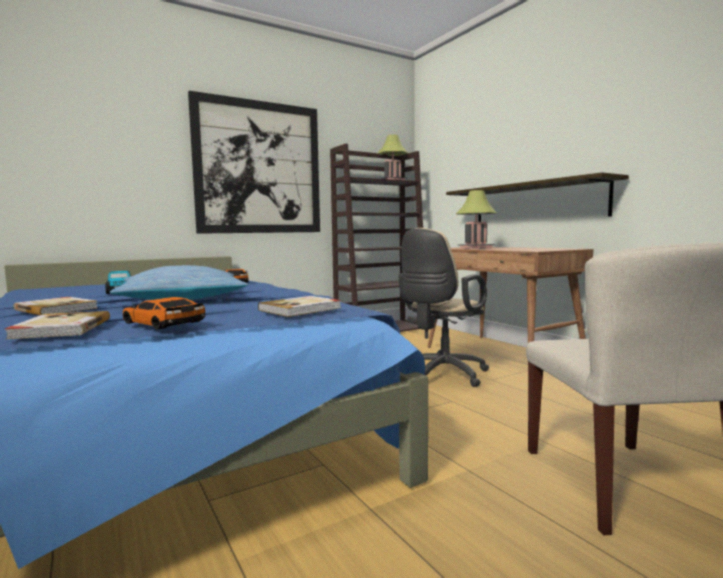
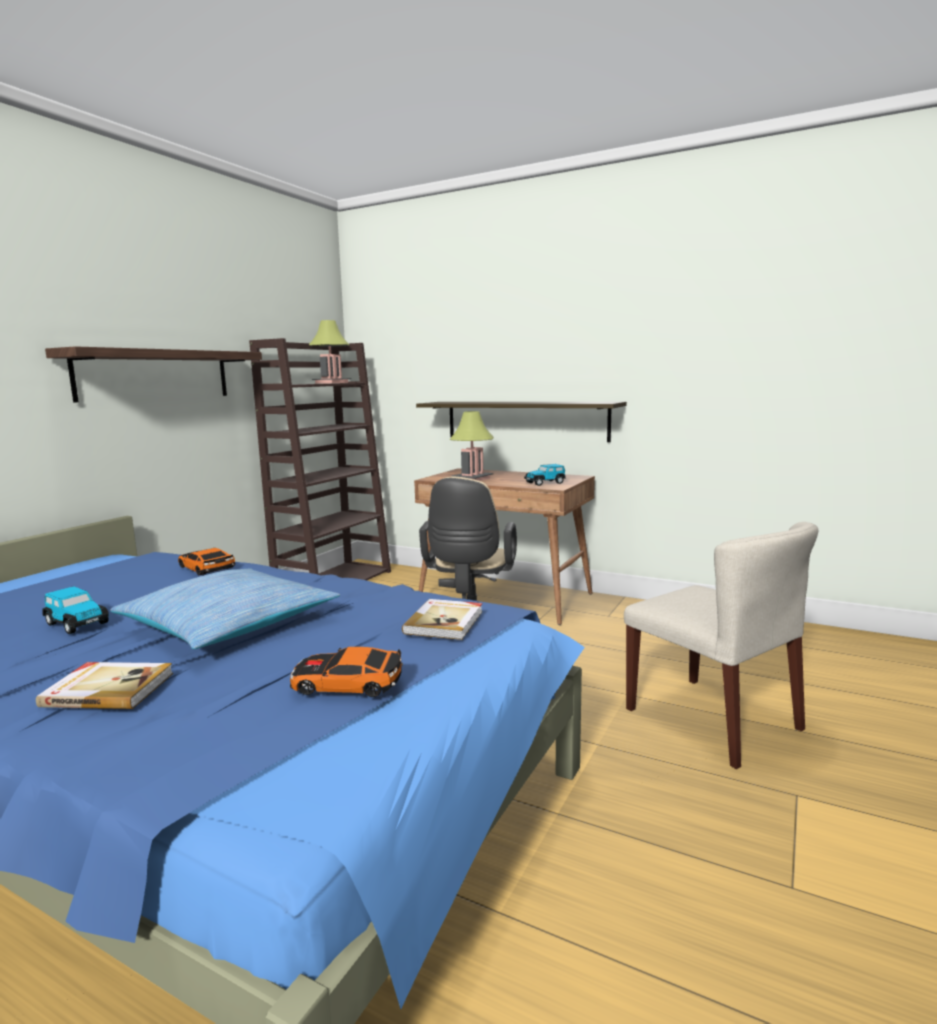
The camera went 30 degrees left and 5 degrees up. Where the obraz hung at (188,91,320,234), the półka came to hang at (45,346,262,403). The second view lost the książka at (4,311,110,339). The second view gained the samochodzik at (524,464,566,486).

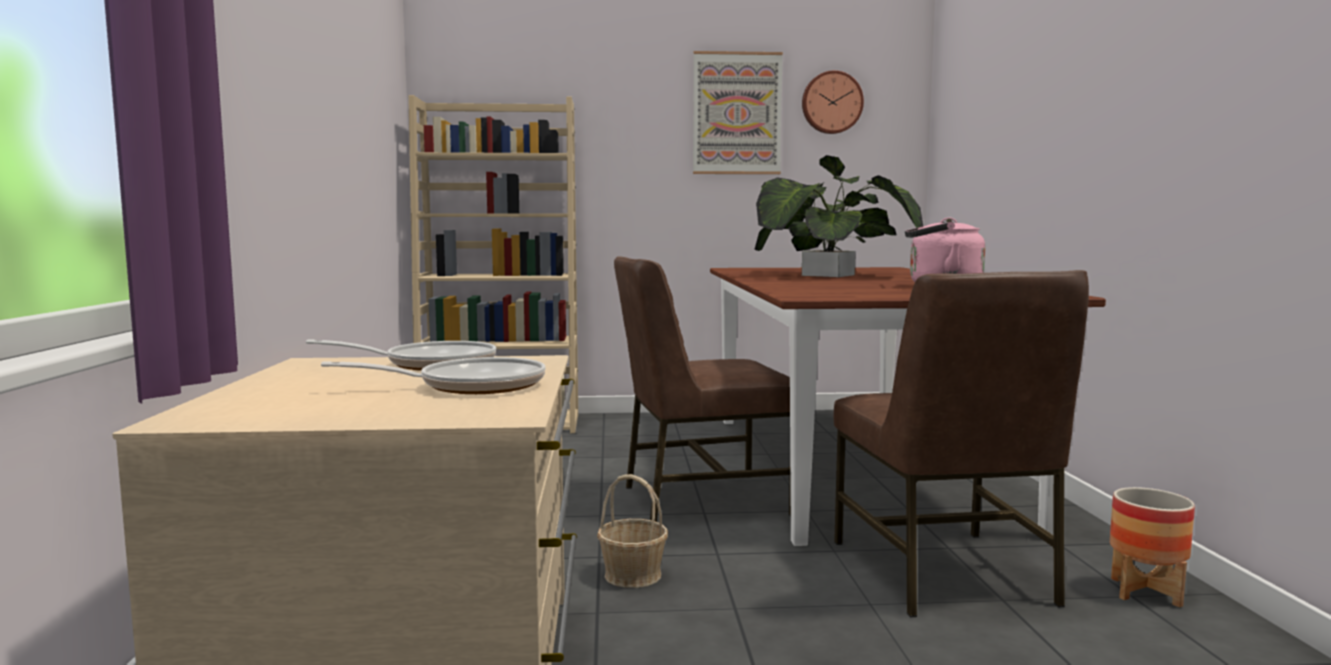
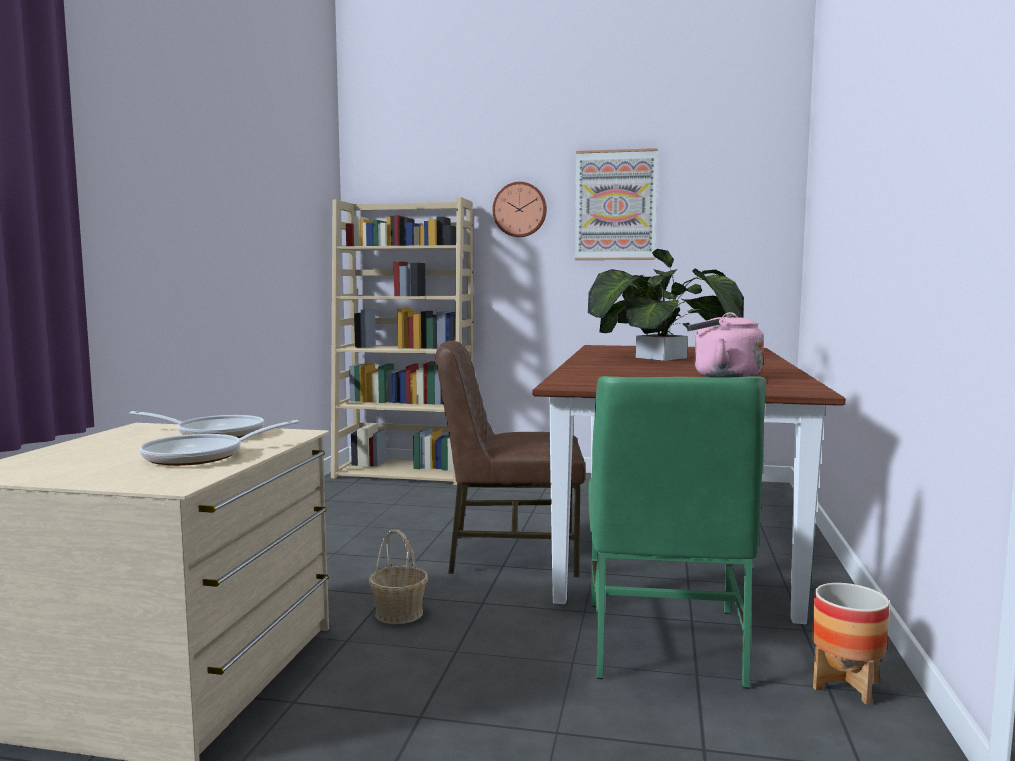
The camera went 15 degrees right and 0 degrees up. The zegar ścienny ended up elsewhere, having gone from (802,70,864,134) to (492,182,547,237). What was the krzesło (brązowy) at (834,270,1089,617) turned into the krzesło (zielony) at (588,376,766,689). The patelnia at (321,357,545,394) ended up facing another way, 135 degrees clockwise from before.

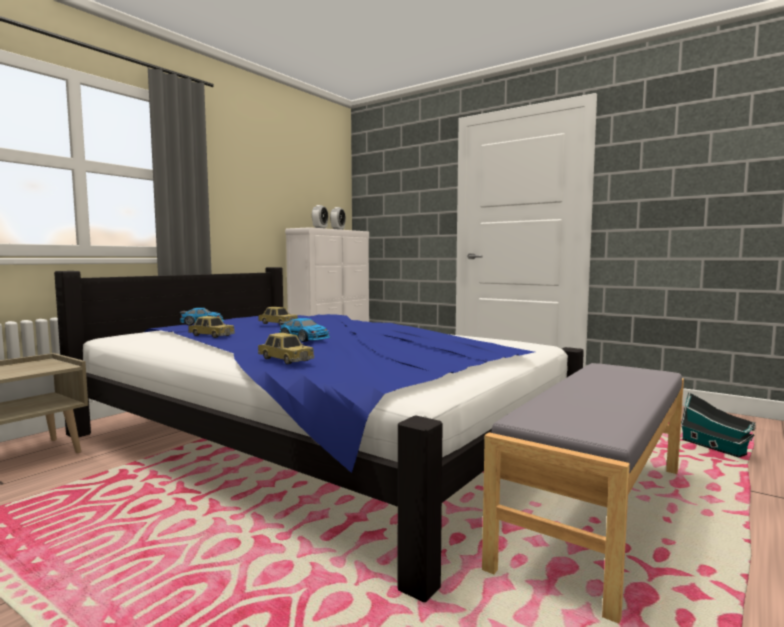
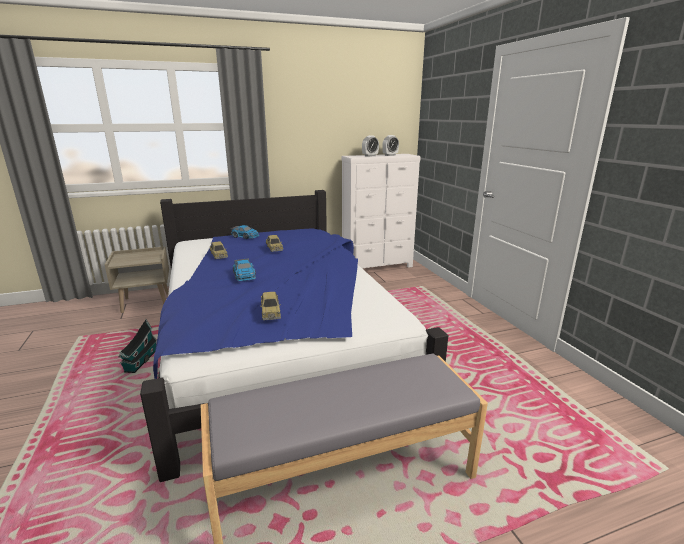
The camera went 35 degrees right and 15 degrees up. The samochodzik ended up elsewhere, having gone from (258,333,314,364) to (260,292,281,320). The domek ended up elsewhere, having gone from (681,392,756,458) to (118,319,157,373).

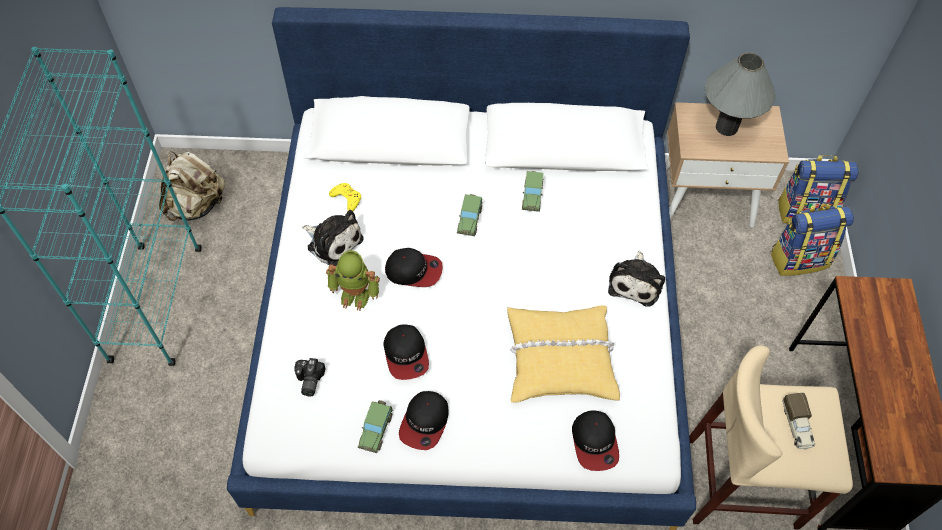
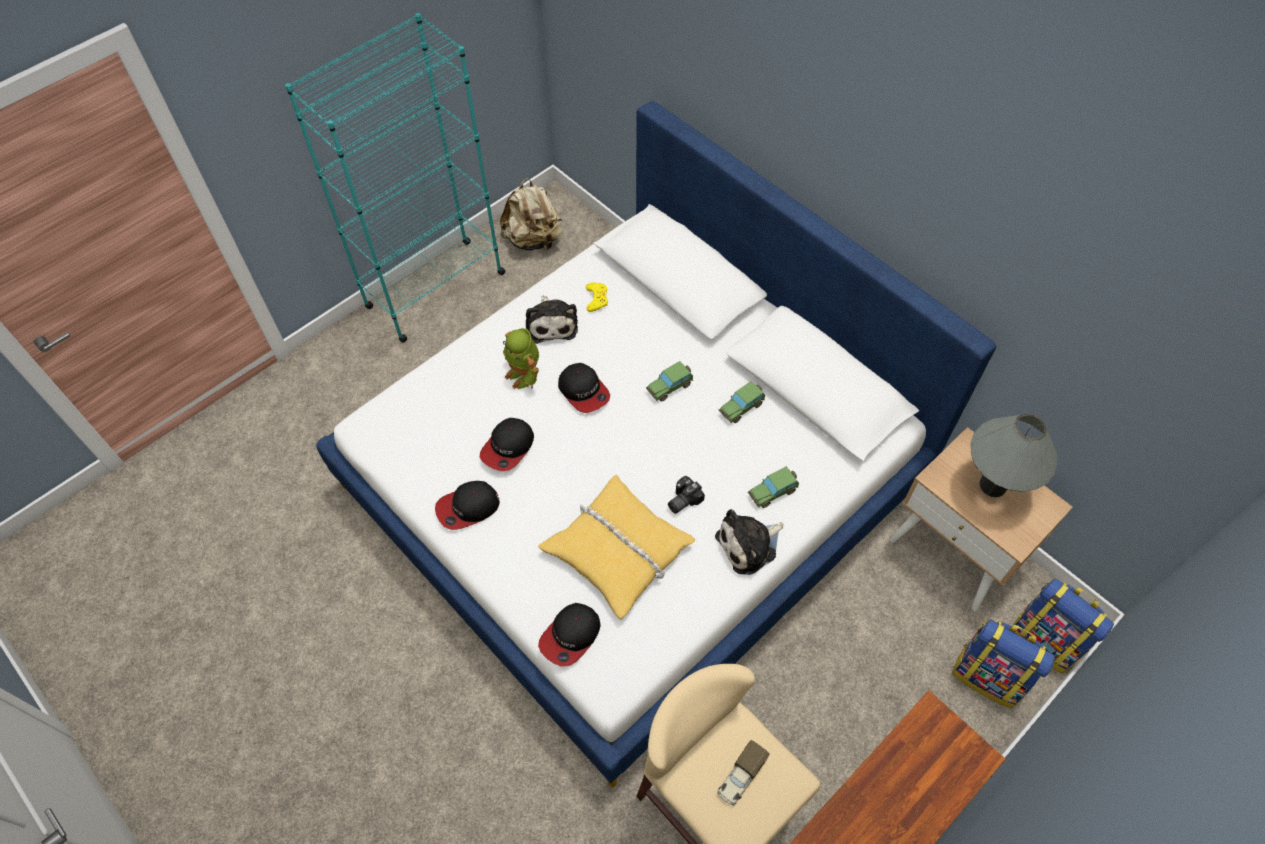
The camera went 45 degrees right and 0 degrees up. The aparat fotograficzny ended up elsewhere, having gone from (294,358,326,396) to (668,476,705,514). The samochodzik ended up elsewhere, having gone from (358,400,393,453) to (748,466,799,508).

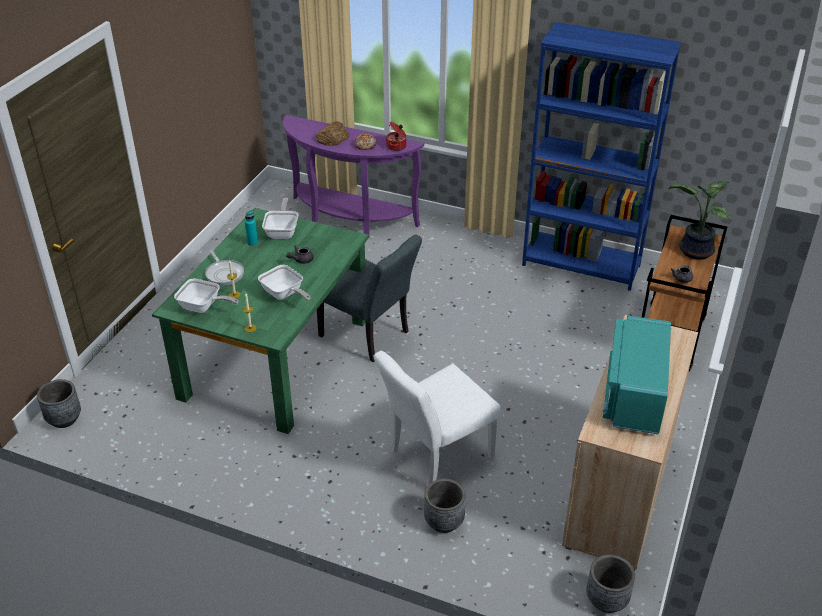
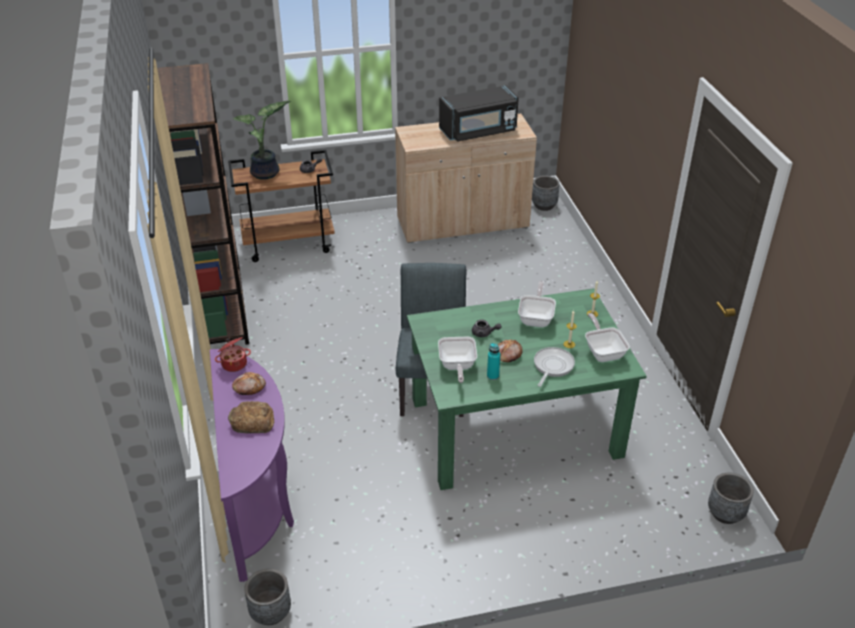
The camera went 125 degrees left and 0 degrees up. What was the regał (niebieski) at (522,22,682,291) turned into the regał (brązowy) at (157,63,249,345). The patelnia at (262,198,298,239) ended up facing another way, 60 degrees counterclockwise from before. What was the mikrofalówka (turkusowy) at (603,315,671,435) turned into the mikrofalówka (czarny) at (439,85,519,142). The second view lost the krzesło (biały) at (374,351,501,484). The donica (szary) ended up elsewhere, having gone from (424,479,466,533) to (244,569,291,625). The second view gained the chleb at (498,340,522,362).

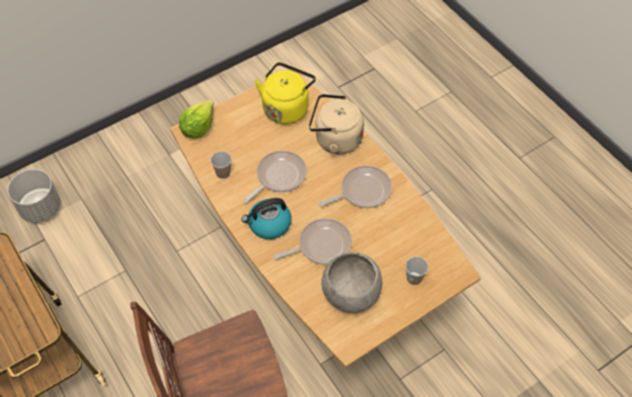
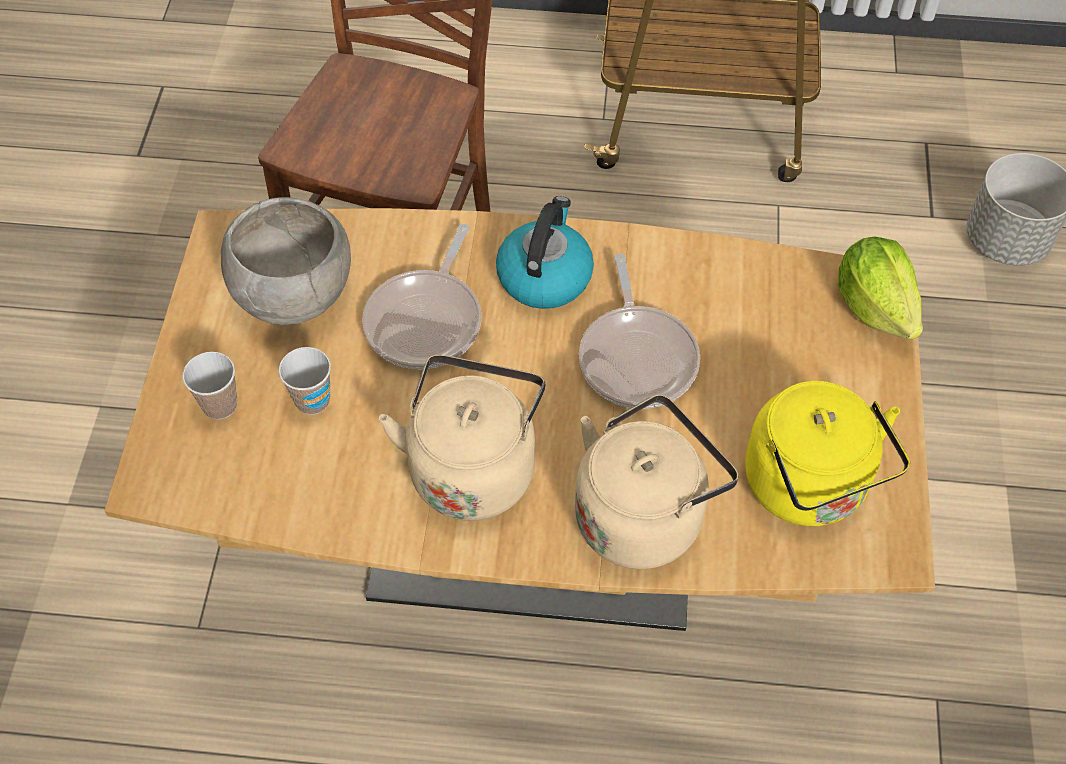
The camera went 130 degrees right and 0 degrees up. The filiżanka ended up elsewhere, having gone from (211,151,231,179) to (279,347,331,415). Where the patelnia stood at (319,165,392,208), the czajnik (beżowy) came to stand at (379,354,545,521).

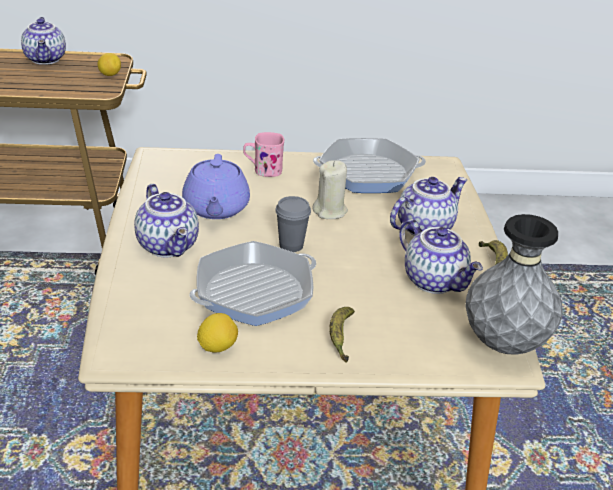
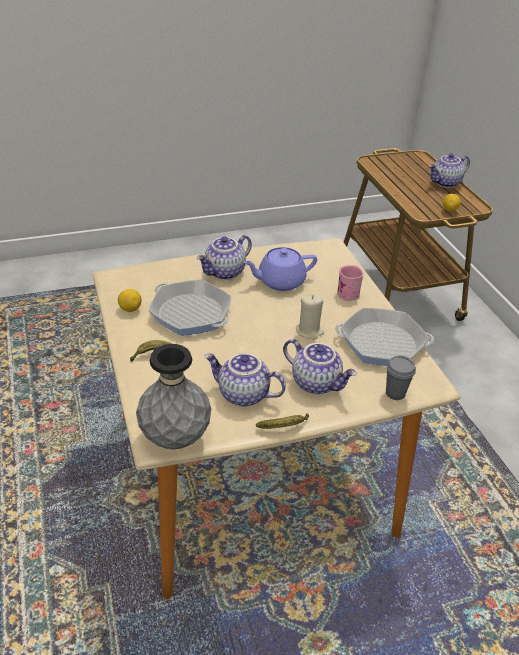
The camera went 75 degrees right and 5 degrees up. The patelnia at (313,138,426,193) ended up facing another way, 120 degrees clockwise from before. The filiżanka (szary) ended up elsewhere, having gone from (275,196,311,252) to (386,356,416,400). The imbryk at (399,219,483,294) ended up facing another way, 75 degrees clockwise from before.

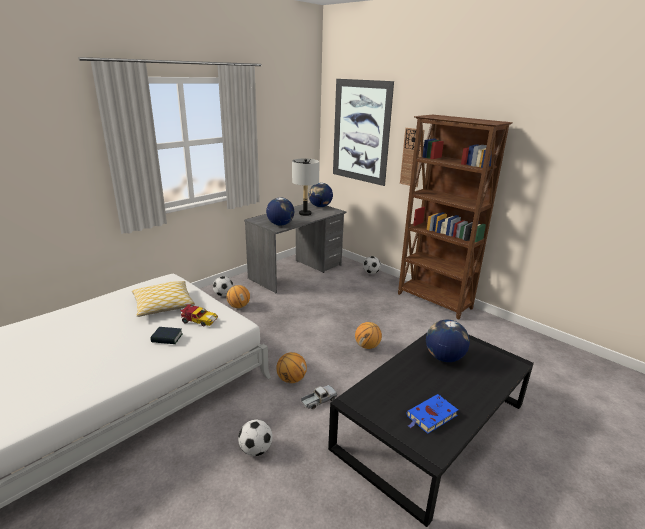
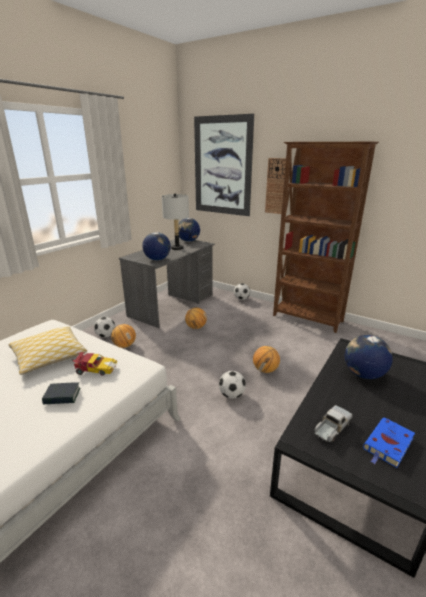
The camera went 10 degrees left and 0 degrees up. The piłka do koszykówki ended up elsewhere, having gone from (276,352,307,383) to (185,307,207,329). The ciężarówka zabawkowa ended up elsewhere, having gone from (301,385,337,409) to (314,405,353,442). The piłka futbolowa ended up elsewhere, having gone from (238,420,273,456) to (219,371,246,399).

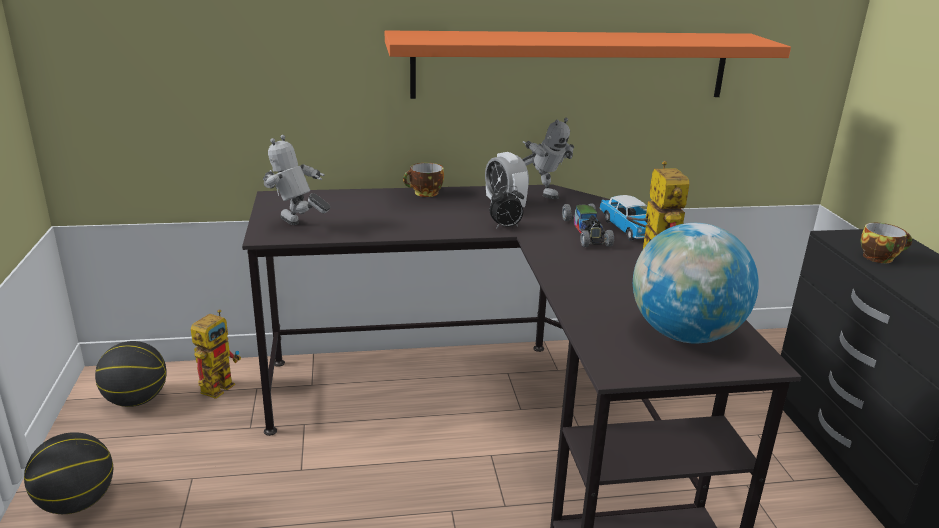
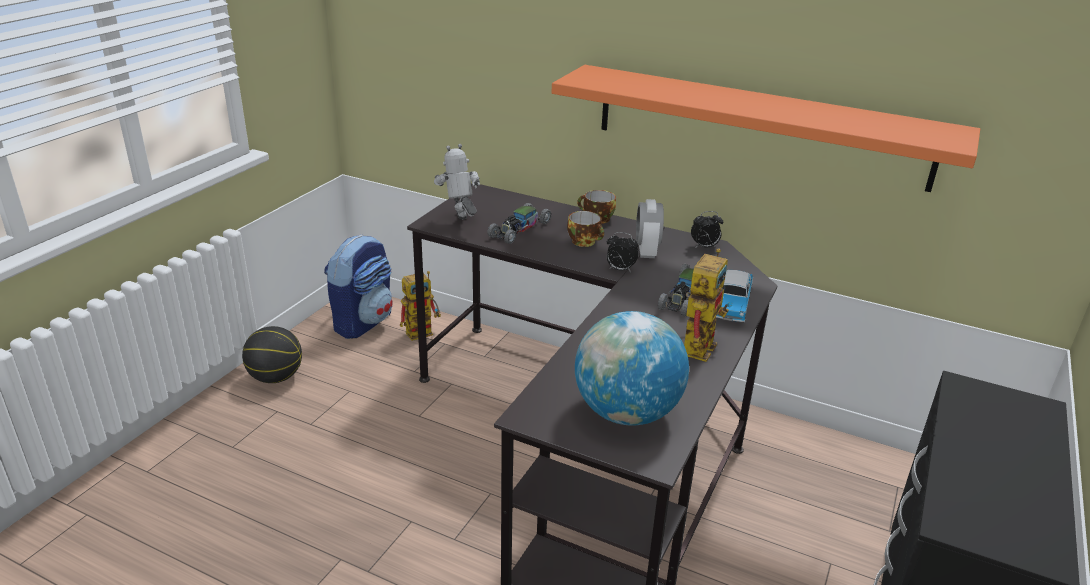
The camera went 35 degrees right and 5 degrees up. Where the robot zabawkowy stood at (522,118,574,199), the budzik came to stand at (691,211,723,247). The filiżanka ended up elsewhere, having gone from (860,223,912,263) to (567,211,604,247). Where the piłka do koszykówki stood at (95,341,167,407), the plecak came to stand at (324,234,393,339). The second view gained the samochodzik at (487,203,551,244).

